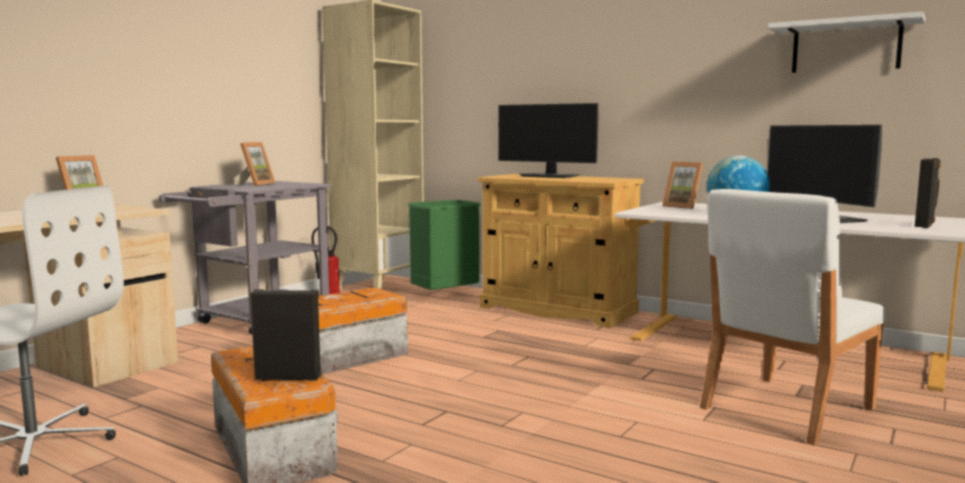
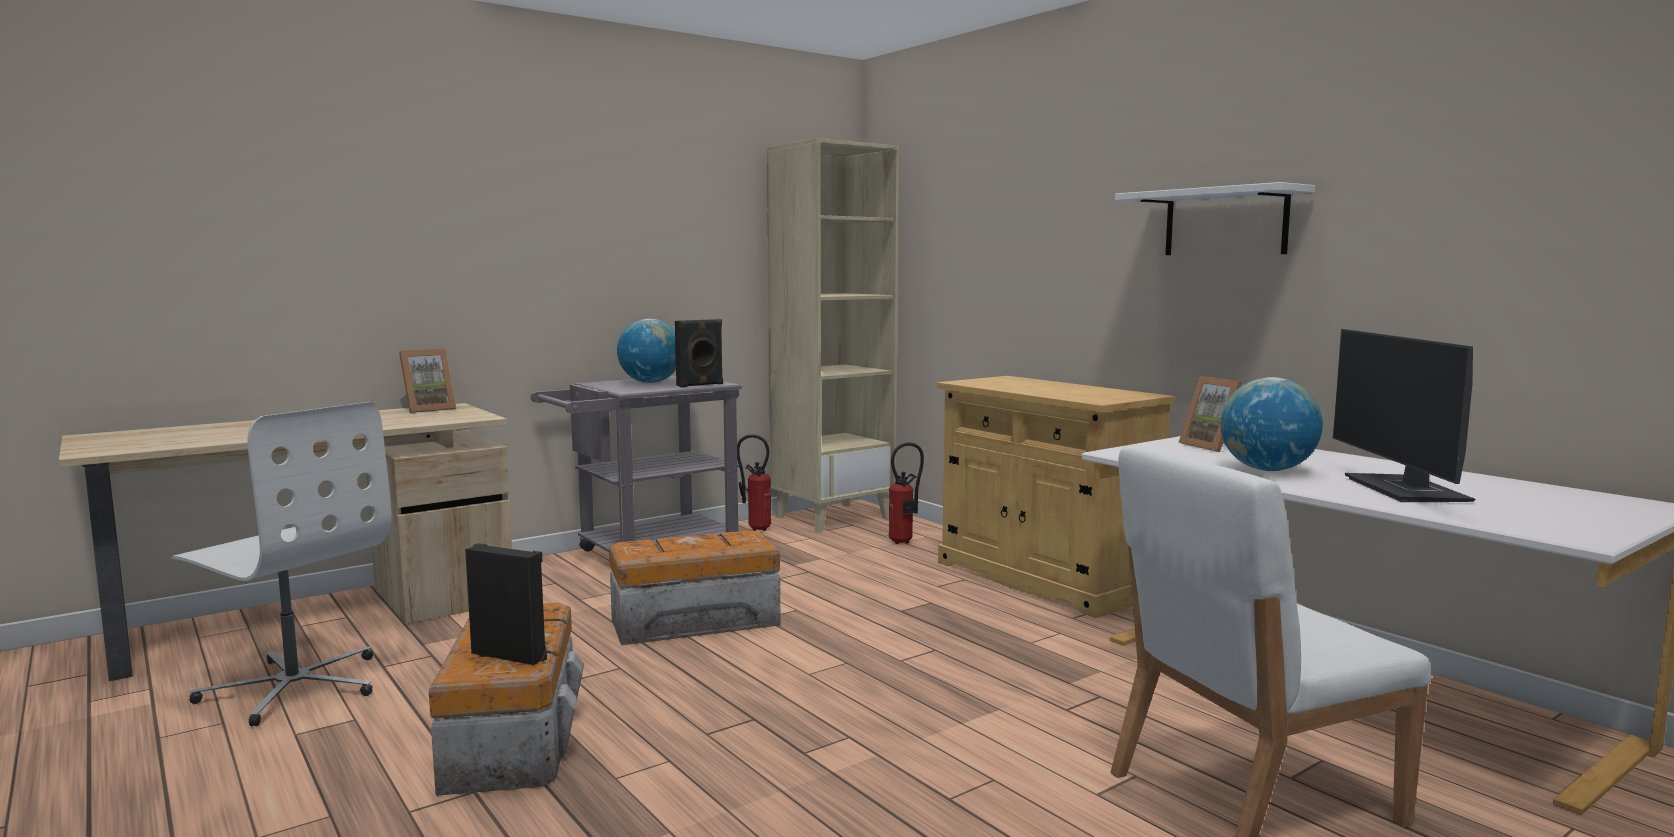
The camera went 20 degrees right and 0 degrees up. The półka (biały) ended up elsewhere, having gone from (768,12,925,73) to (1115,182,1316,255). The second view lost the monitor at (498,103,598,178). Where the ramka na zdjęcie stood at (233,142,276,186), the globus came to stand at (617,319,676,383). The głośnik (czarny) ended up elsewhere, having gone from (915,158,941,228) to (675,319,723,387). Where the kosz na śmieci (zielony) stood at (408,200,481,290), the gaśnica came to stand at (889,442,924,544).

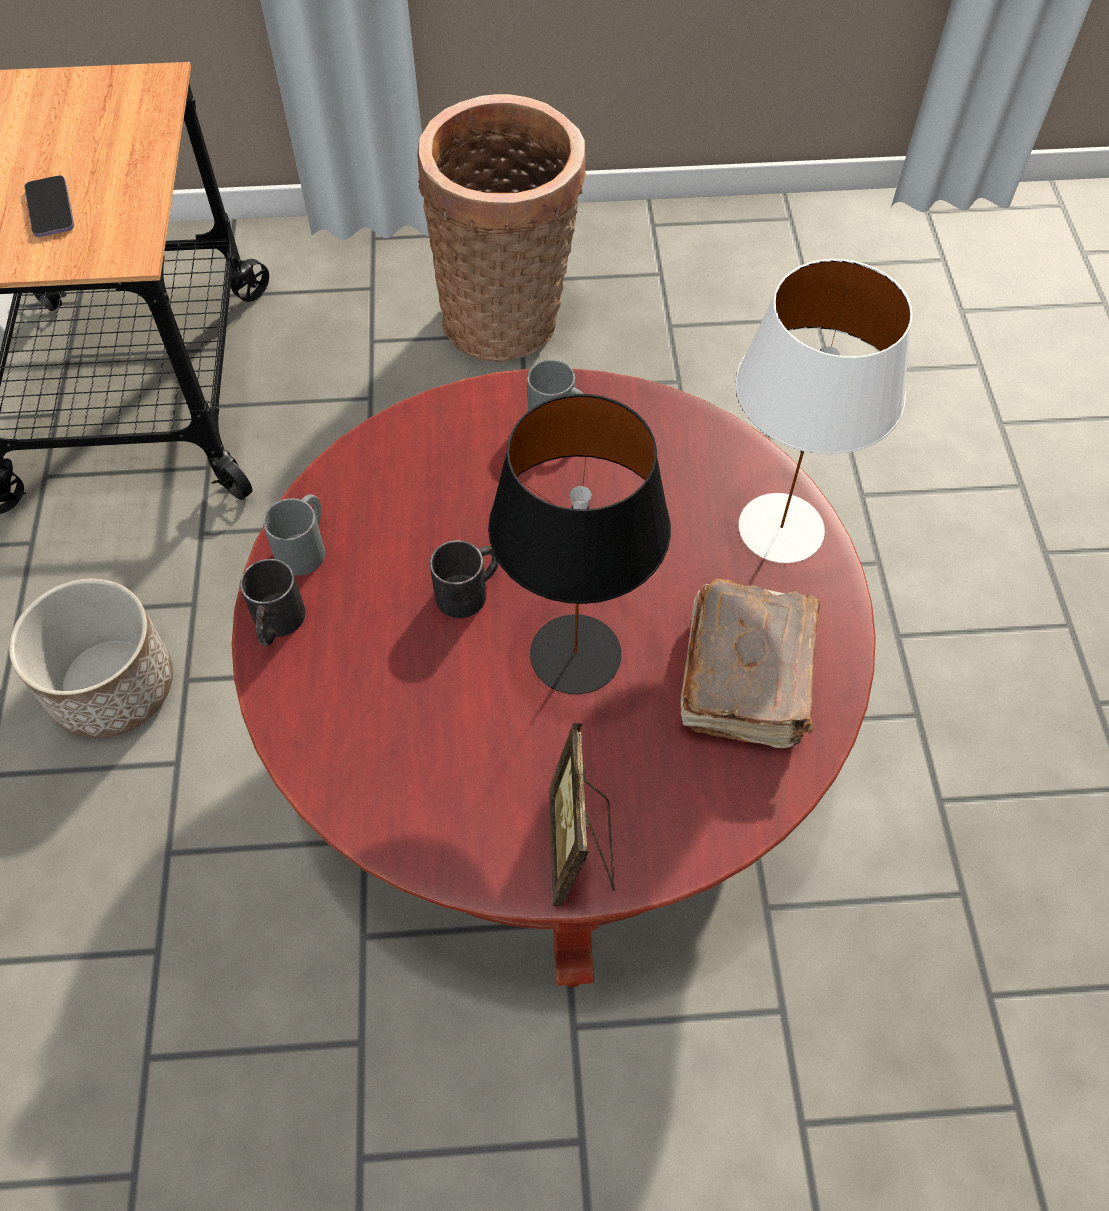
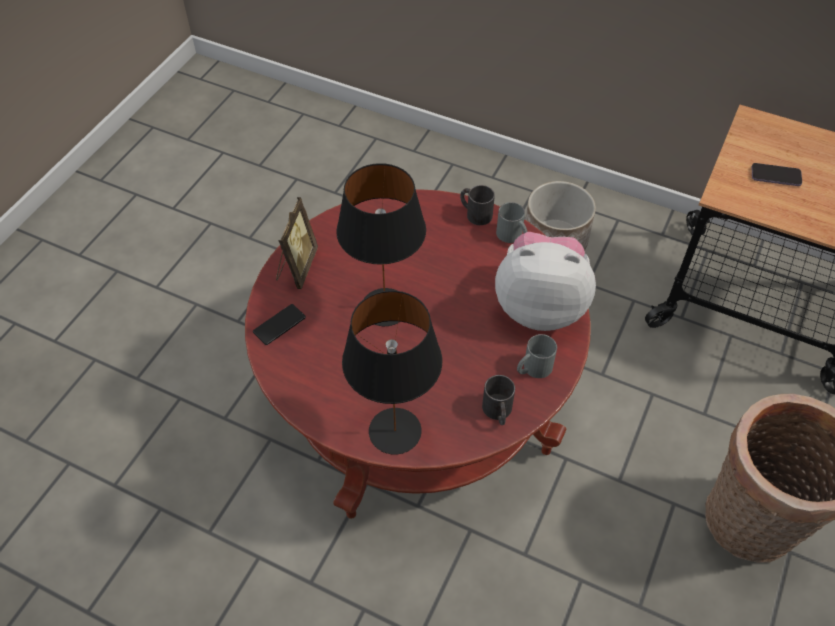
The camera went 120 degrees right and 5 degrees down. What was the lampa stołowa (biały) at (735,259,912,563) turned into the lampa stołowa (czarny) at (342,290,442,454). The kubek (czarny) ended up elsewhere, having gone from (430,540,499,618) to (482,375,515,425). The second view lost the książka (brązowy) at (681,579,820,748). The ramka na zdjęcie at (549,723,615,906) ended up facing another way, 75 degrees clockwise from before. The second view gained the pluszak at (495,232,596,331). The second view gained the telefon at (253,304,306,345).

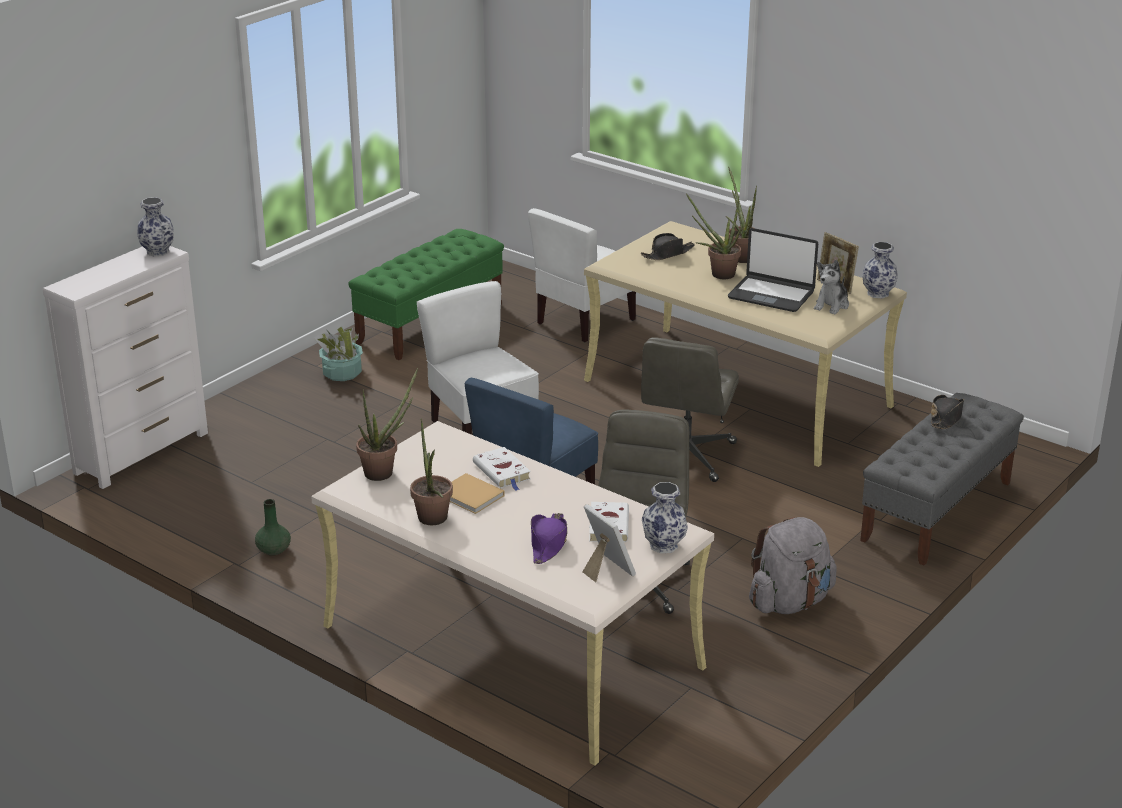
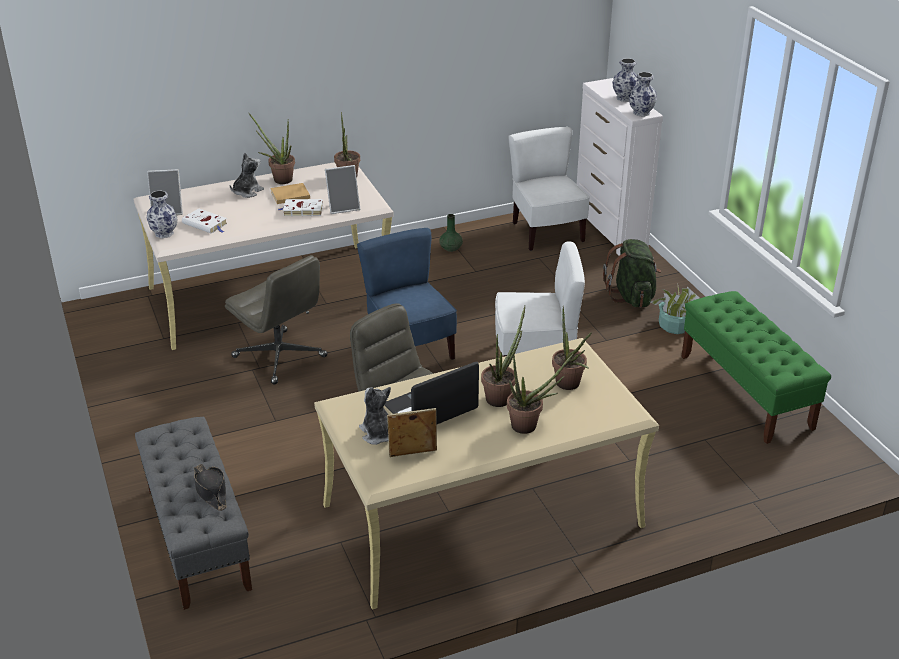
The camera went 120 degrees right and 5 degrees up. The krzesło (biały) ended up elsewhere, having gone from (528,208,636,342) to (509,127,590,251). Where the kapelusz (czarny) stood at (641,233,695,260), the roślina doniczkowa came to stand at (552,305,592,390). The wazon ended up elsewhere, having gone from (862,242,897,298) to (612,58,639,102). The second view lost the kapelusz (fioletowy) at (531,513,567,564). The second view lost the plecak (szary) at (749,517,837,614). The second view gained the pluszak at (230,153,264,198). The second view gained the ramka na zdjęcie at (325,165,360,214). The second view gained the plecak (zielony) at (603,239,661,308).

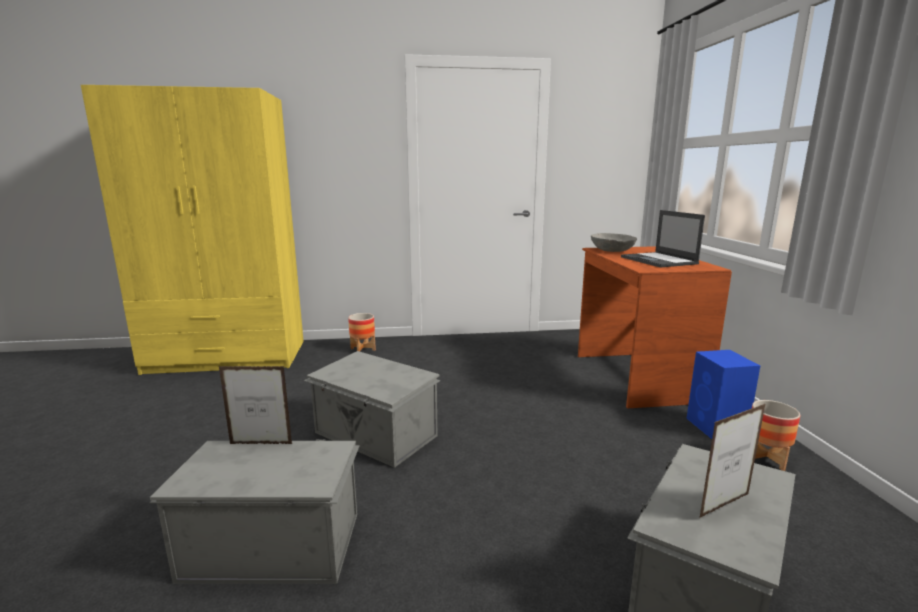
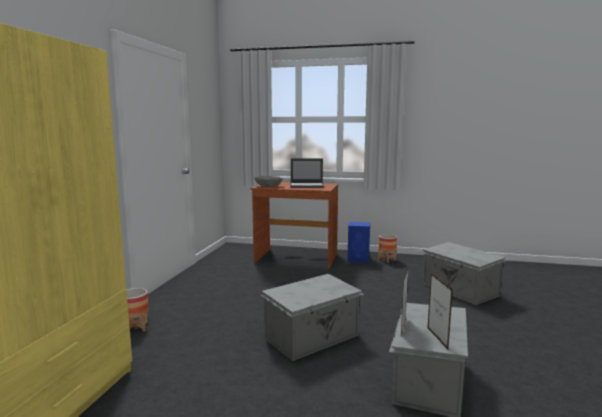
The camera went 70 degrees left and 5 degrees down. The ramka na zdjęcie ended up elsewhere, having gone from (699,403,766,518) to (428,273,453,350).

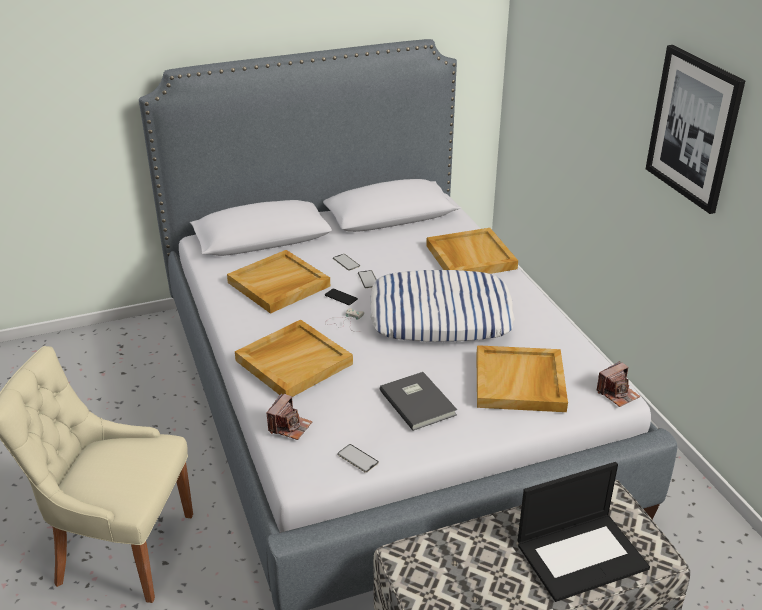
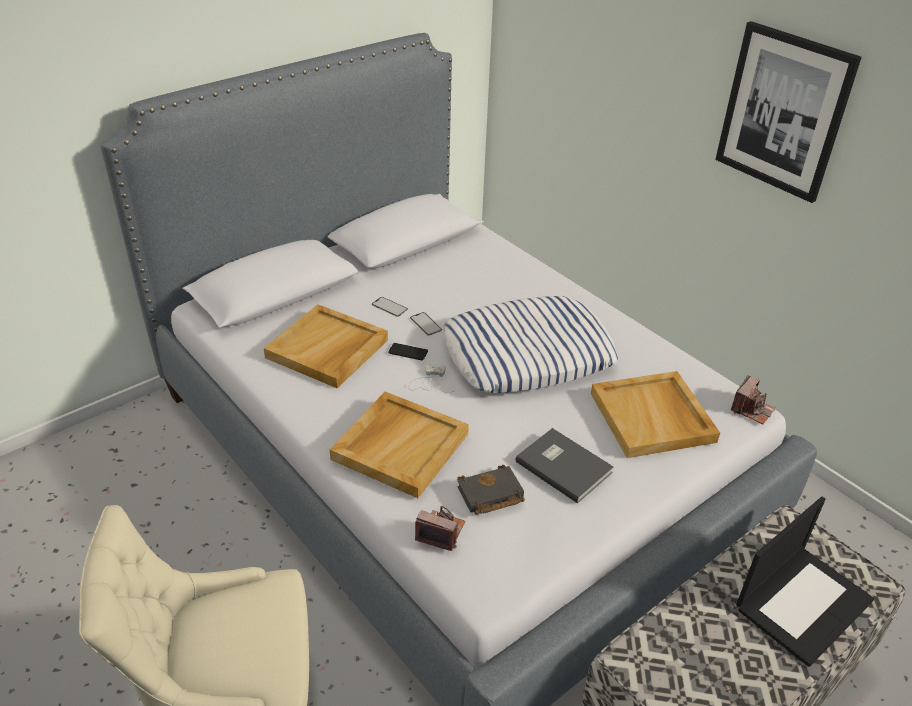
The camera went 20 degrees left and 5 degrees up. The second view lost the taca (beżowy) at (426,228,518,274). The aparat fotograficzny at (267,393,313,440) ended up facing another way, 75 degrees counterclockwise from before. The second view lost the telefon at (337,444,379,473). The second view gained the książka (czarny) at (457,465,525,515).

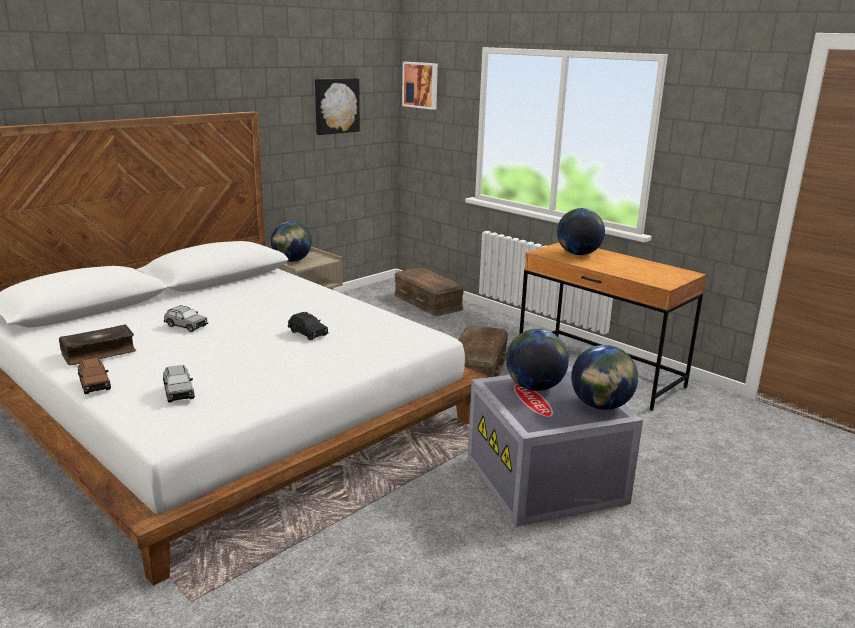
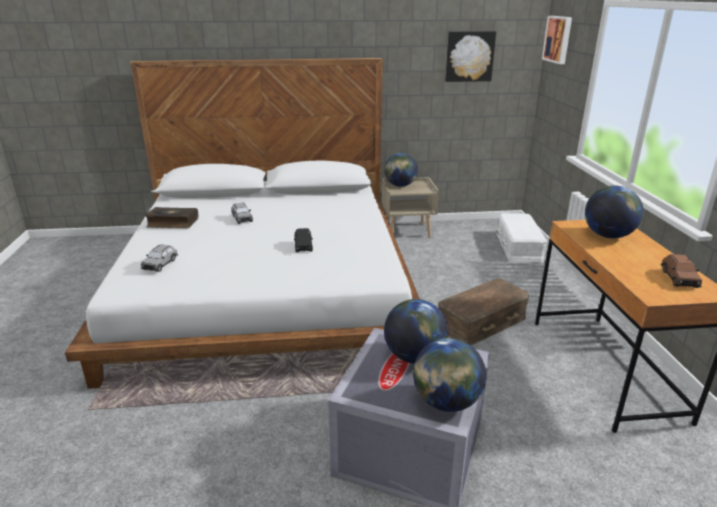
The camera went 40 degrees right and 5 degrees up. What was the pojemnik do przechowywania (brązowy) at (394,268,464,316) turned into the pojemnik do przechowywania (biały) at (497,213,547,262). The samochodzik (brązowy) ended up elsewhere, having gone from (78,358,111,394) to (661,254,702,288).

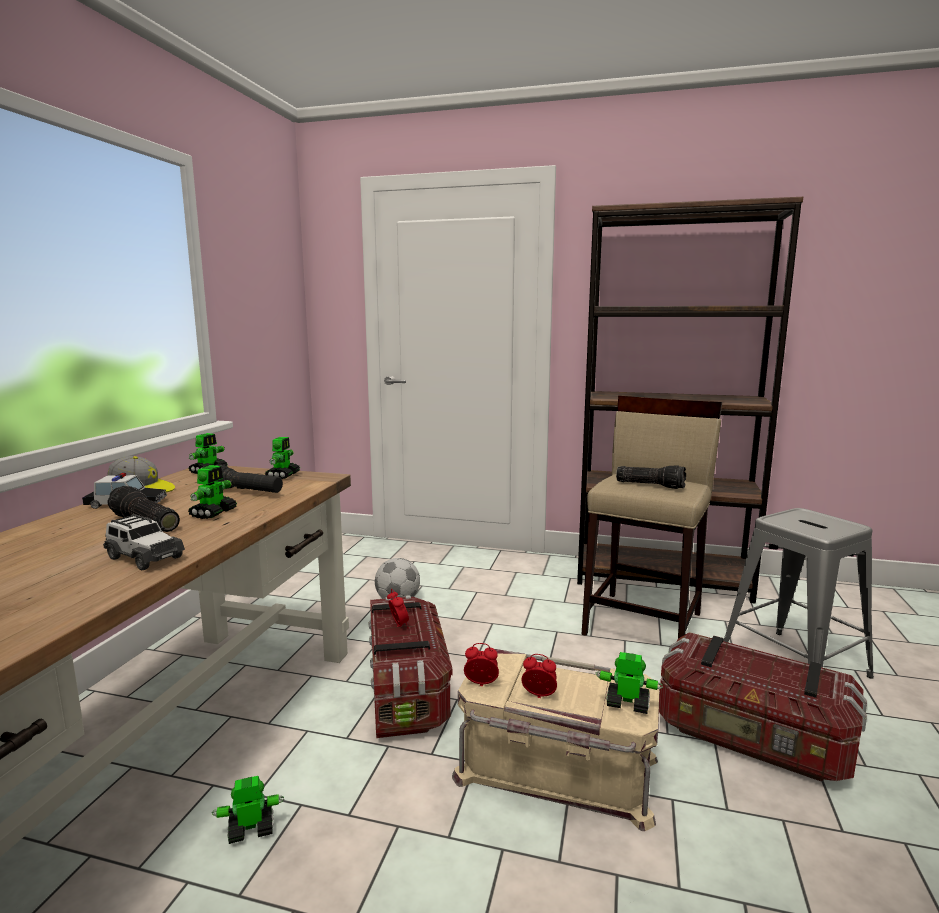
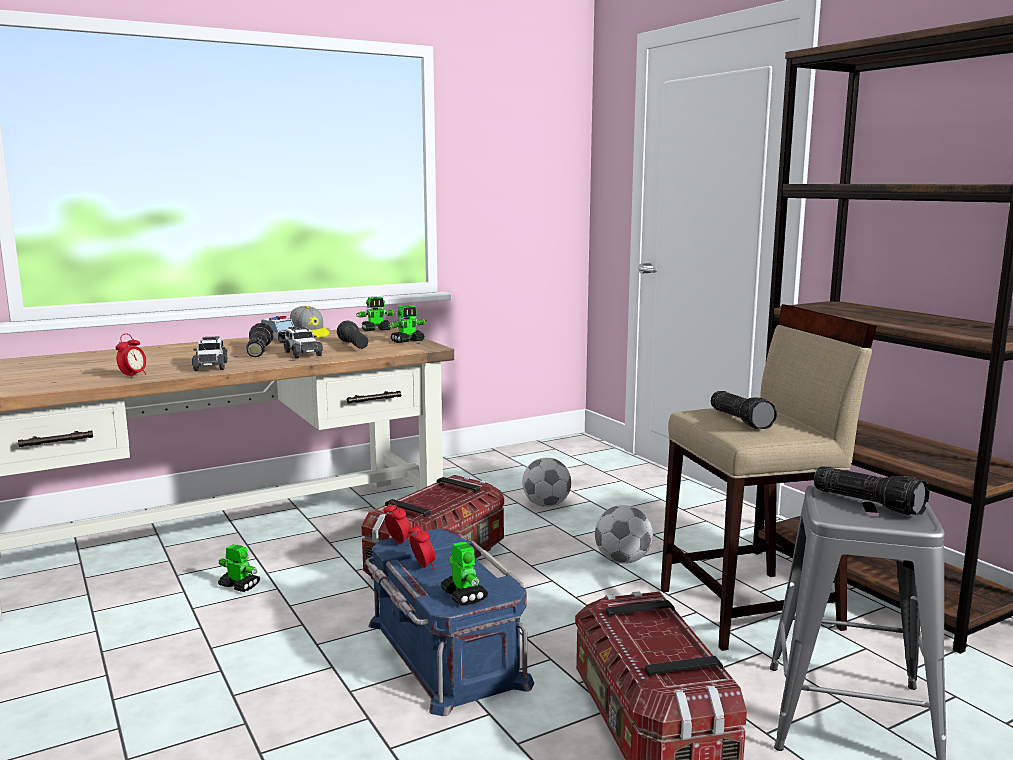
The camera went 45 degrees right and 0 degrees up. Where the robot zabawkowy stood at (188,465,237,519), the samochodzik came to stand at (283,326,323,358). The budzik ended up elsewhere, having gone from (387,589,409,628) to (116,334,146,379). What was the pojemnik do przechowywania (beżowy) at (452,649,660,831) turned into the pojemnik do przechowywania (niebieski) at (365,528,534,716). The second view gained the latarka at (814,467,930,516). The second view gained the piłka futbolowa at (595,505,653,564).

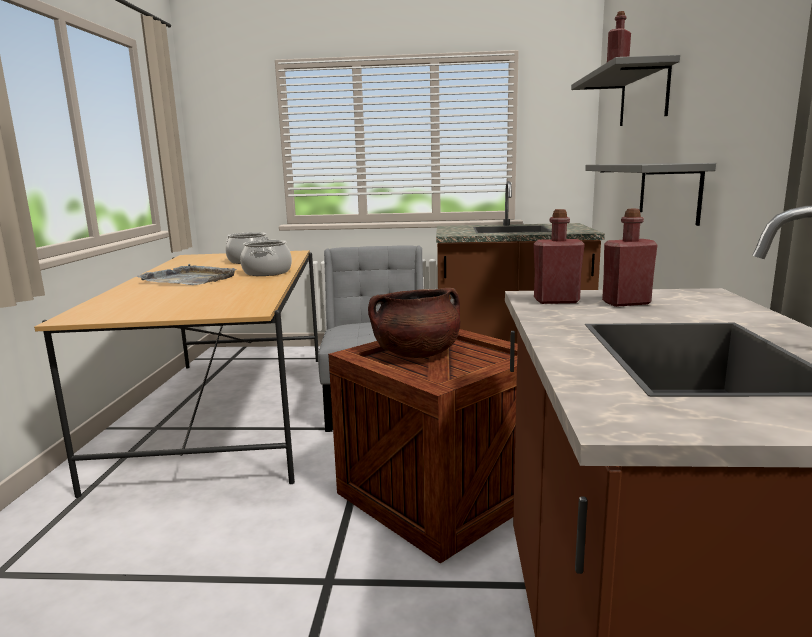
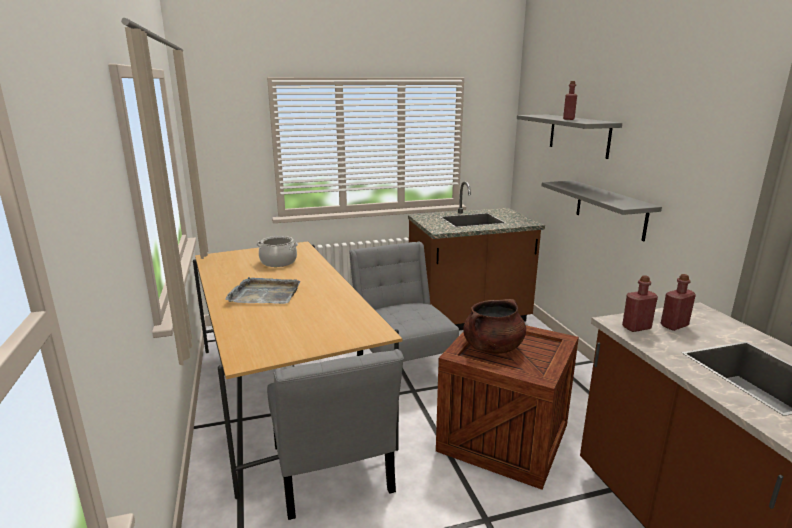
The camera went 20 degrees left and 5 degrees up. The second view lost the garnek at (240,240,292,276). The second view gained the krzesło (szary) at (267,349,404,520).

